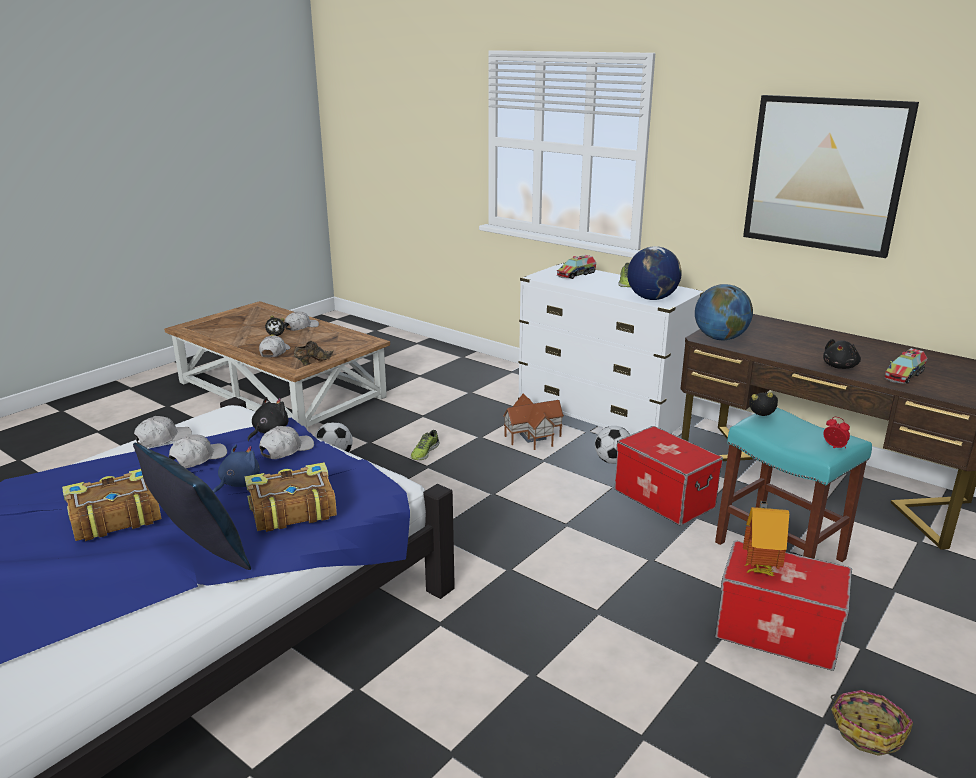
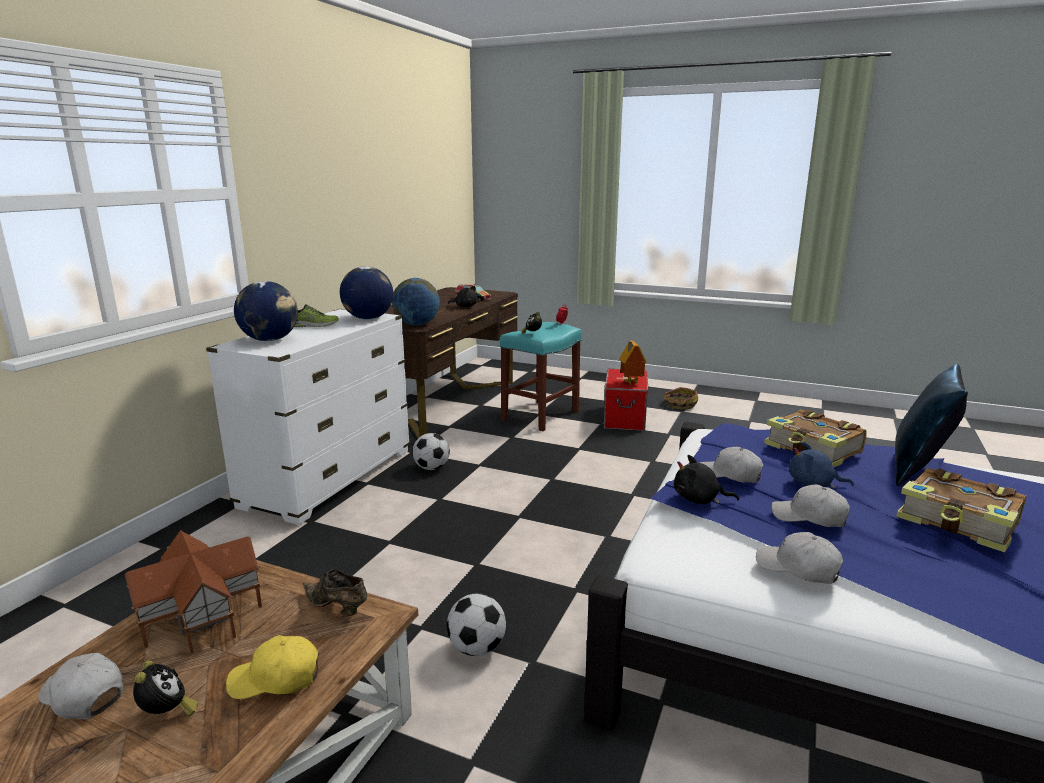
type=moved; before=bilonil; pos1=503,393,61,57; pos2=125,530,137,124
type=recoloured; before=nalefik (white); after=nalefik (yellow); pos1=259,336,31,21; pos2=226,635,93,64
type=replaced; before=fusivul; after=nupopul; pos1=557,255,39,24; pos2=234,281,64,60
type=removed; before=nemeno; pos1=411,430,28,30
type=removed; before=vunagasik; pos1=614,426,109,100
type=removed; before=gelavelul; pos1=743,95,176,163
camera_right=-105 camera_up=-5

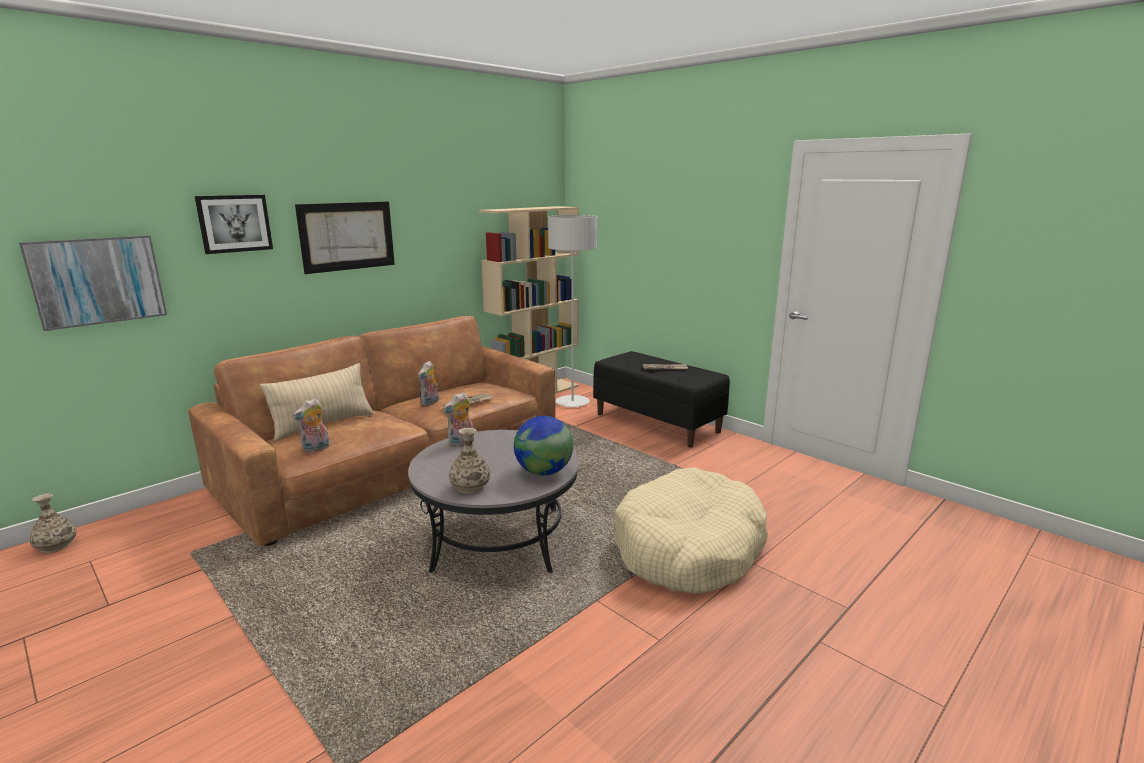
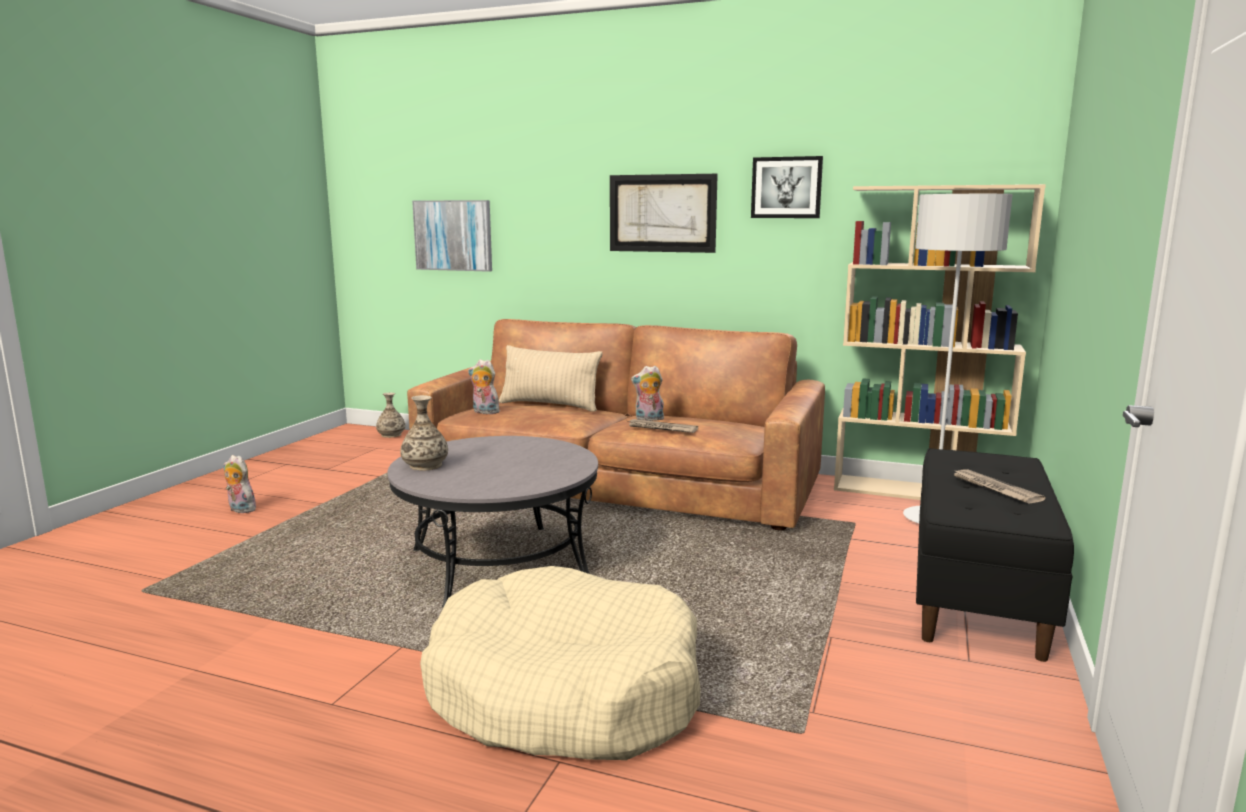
type=moved; before=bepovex; pos1=442,392,32,55; pos2=224,455,32,58
type=moved; before=gelavelul; pos1=195,195,78,59; pos2=751,156,72,62
type=removed; before=nupopul; pos1=514,416,59,60
camera_right=65 camera_up=-5

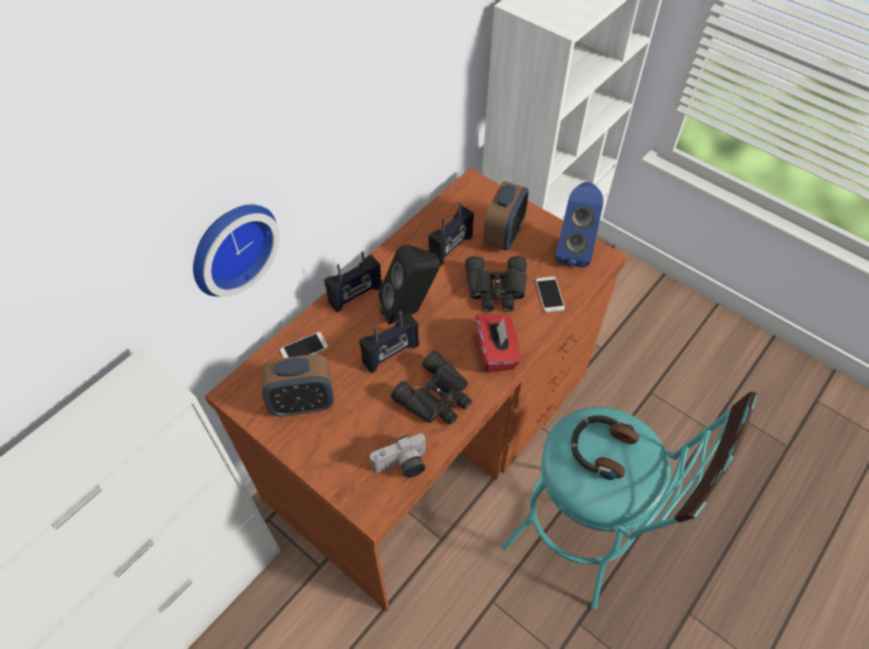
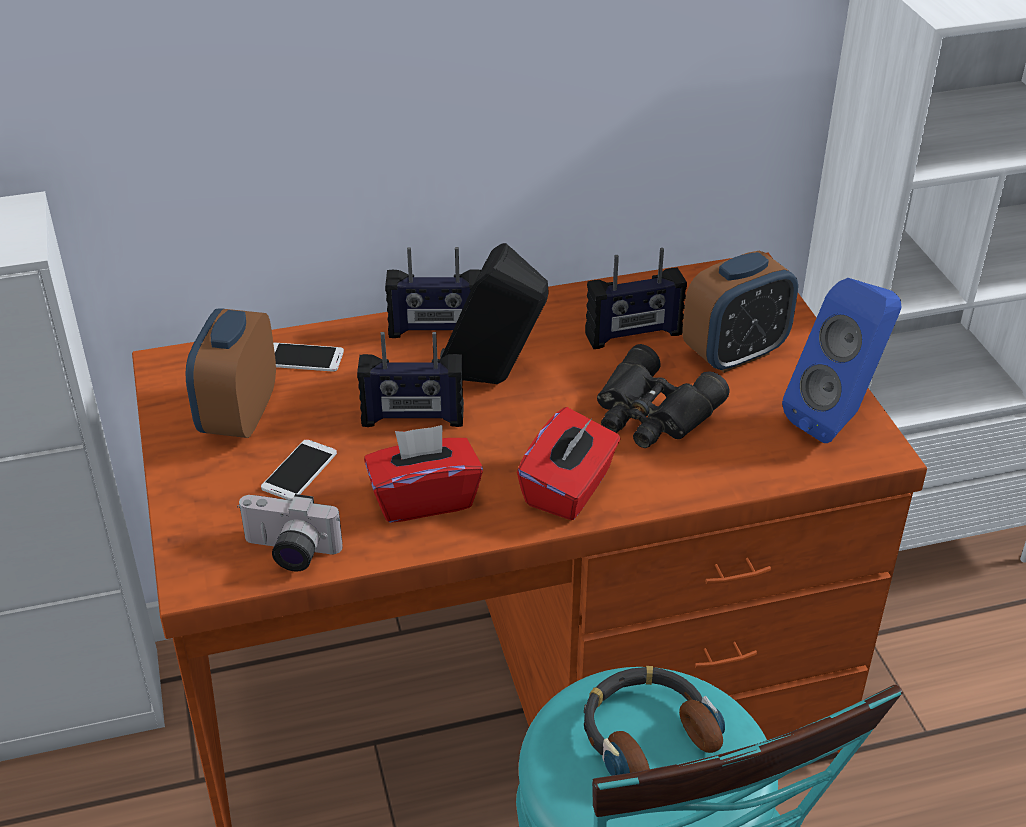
type=turned; before=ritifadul; pos1=261,354,73,62; pos2=185,308,91,130; turn=75
type=moved; before=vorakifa; pos1=536,276,29,36; pos2=261,439,76,61
type=replaced; before=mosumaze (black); after=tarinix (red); pos1=391,351,81,74; pos2=364,425,119,98
type=removed; before=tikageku; pos1=193,204,87,93
camera_right=35 camera_up=-15

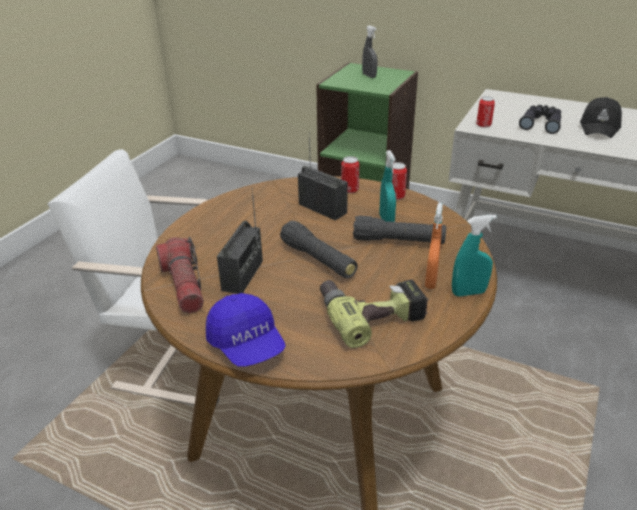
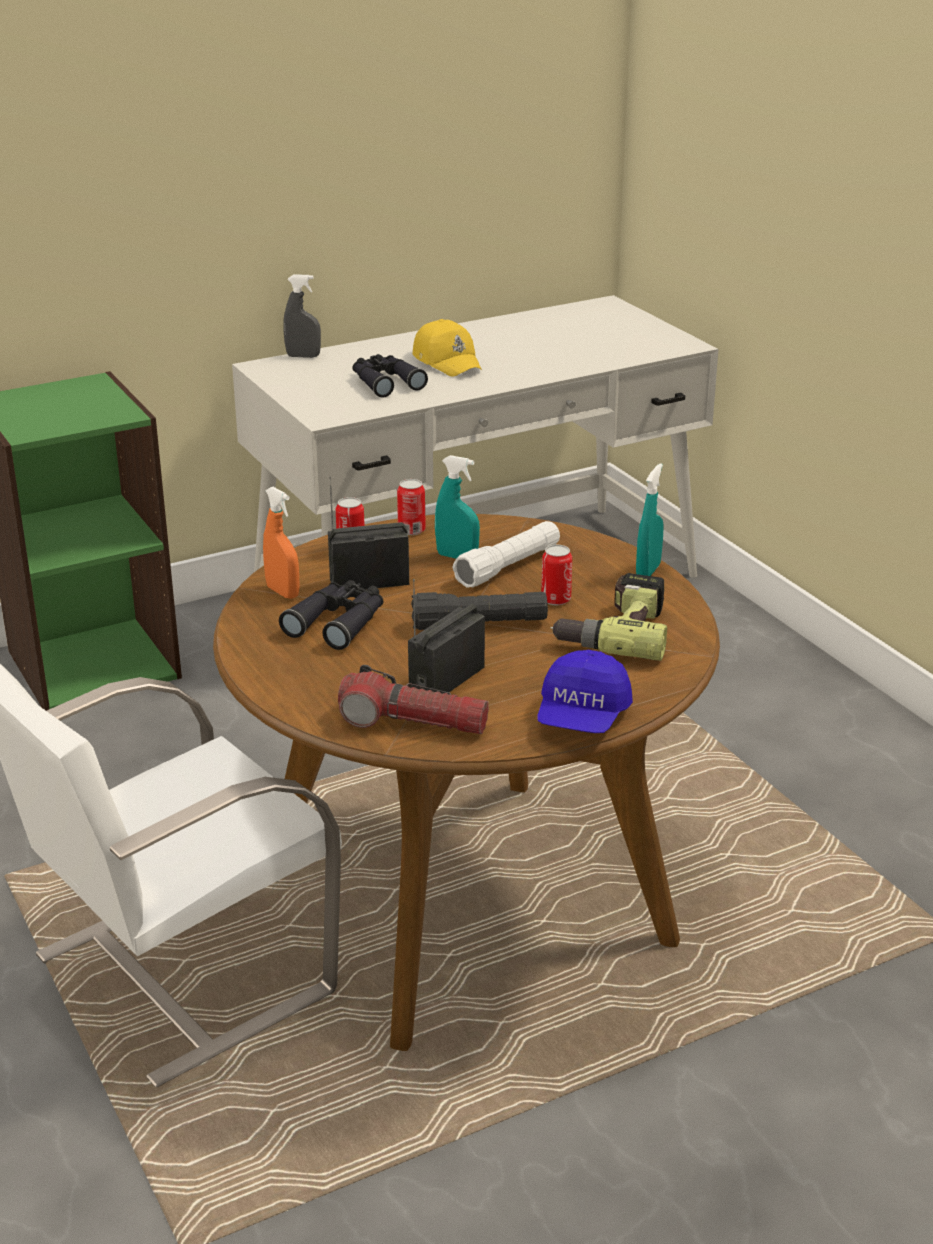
type=moved; before=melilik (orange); pos1=425,203,18,86; pos2=263,487,37,112
type=added; after=mosumaze (black); pos2=279,580,104,70
type=moved; before=melilik (grey); pos1=362,25,16,53; pos2=283,275,38,83
type=turned; before=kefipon; pos1=217,188,46,106; pos2=408,579,77,113; turn=-105
type=recoloured; before=nalefik (black); after=nalefik (yellow); pos1=580,97,42,41; pos2=412,319,70,58
type=recoloured; before=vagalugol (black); after=vagalugol (white); pos1=353,215,93,29; pos2=452,521,108,67
type=turned; before=nalefik (blue); pos1=206,293,80,74; pos2=537,650,96,83; turn=105
type=moved; before=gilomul; pos1=476,96,19,32; pos2=541,545,31,61
camera_right=-55 camera_up=-5

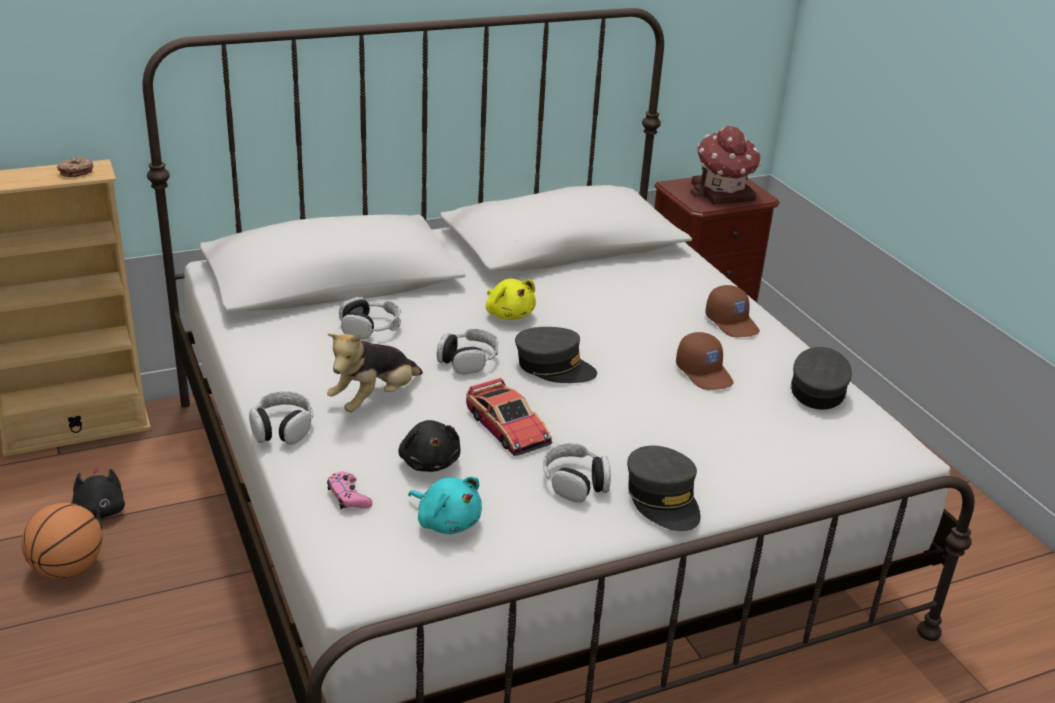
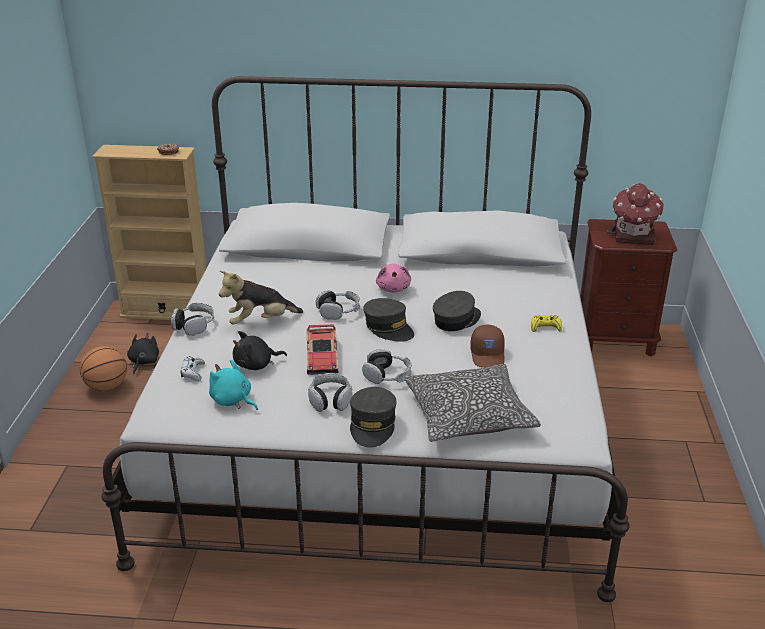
type=recoloured; before=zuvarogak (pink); after=zuvarogak (white); pos1=327,472,45,37; pos2=180,356,25,25
type=turned; before=bepovex (turquoise); pos1=408,477,74,57; pos2=209,360,49,50; turn=150
type=turned; before=bepovex (black); pos1=398,420,62,52; pos2=233,331,54,39; turn=60
type=moved; before=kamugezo; pos1=339,297,62,42; pos2=362,349,50,35
type=recoloured; before=bepovex (yellow); after=bepovex (pink); pos1=486,279,50,41; pos2=376,264,35,29
type=added; after=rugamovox; pos2=405,364,136,78
type=moved; before=nalefik (grey); pos1=790,347,62,63; pos2=433,291,48,40
type=replaced; before=nalefik (brown); after=zuvarogak (yellow); pos1=705,285,55,52; pos2=531,315,31,17
camera_right=30 camera_up=0

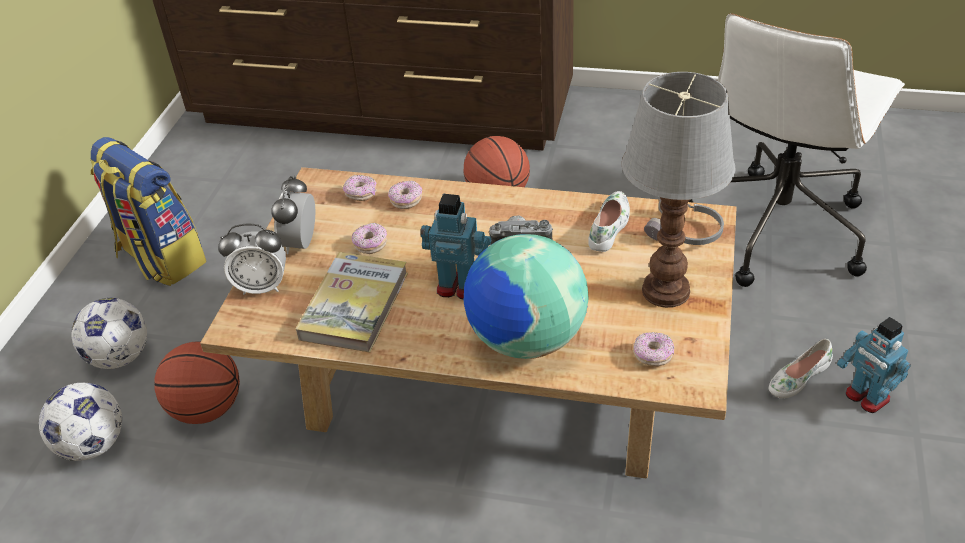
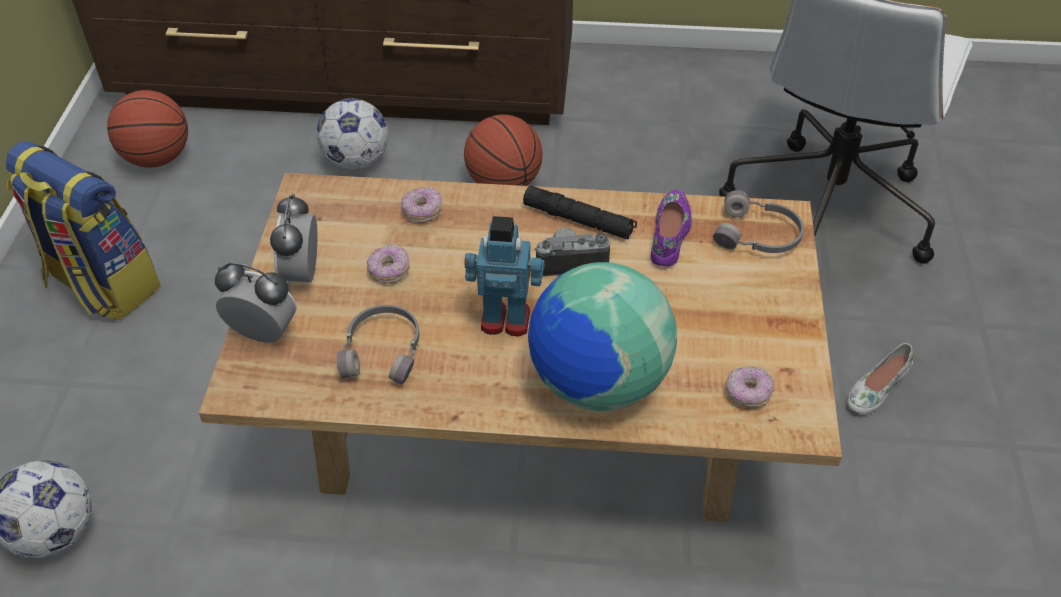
type=moved; before=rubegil; pos1=154,341,86,83; pos2=107,90,81,77
type=turned; before=ritifadul; pos1=218,224,68,71; pos2=215,263,82,79; turn=-150
type=moved; before=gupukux; pos1=71,298,76,71; pos2=317,98,71,72
type=replaced; before=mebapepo; after=kamugezo (grey); pos1=296,252,112,100; pos2=337,305,82,80
type=added; after=vagalugol (black); pos2=523,186,114,54
type=recoloured; before=nemeno (white); after=nemeno (purple); pos1=588,191,42,61; pos2=651,190,41,76
type=removed; before=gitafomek; pos1=343,175,34,26
type=removed; before=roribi; pos1=622,72,113,236
type=removed; before=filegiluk; pos1=837,317,74,96
camera_right=-10 camera_up=5

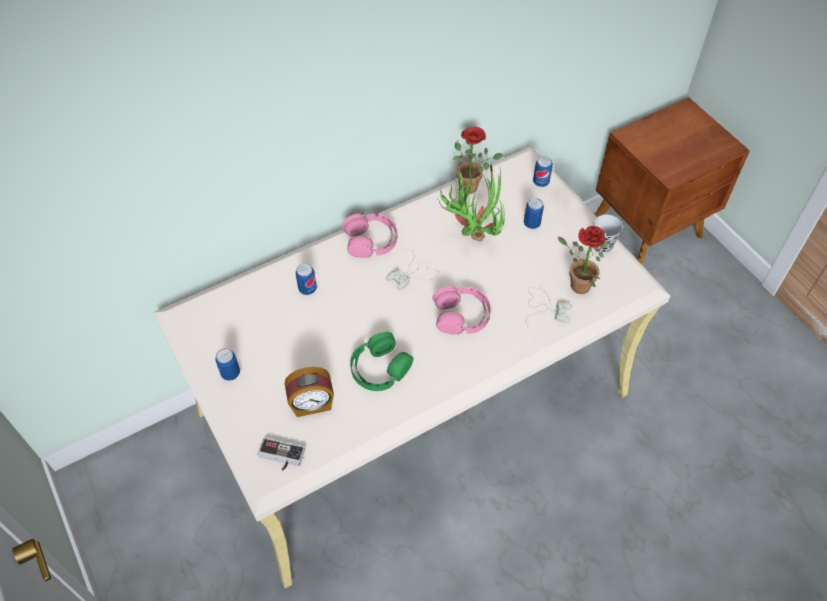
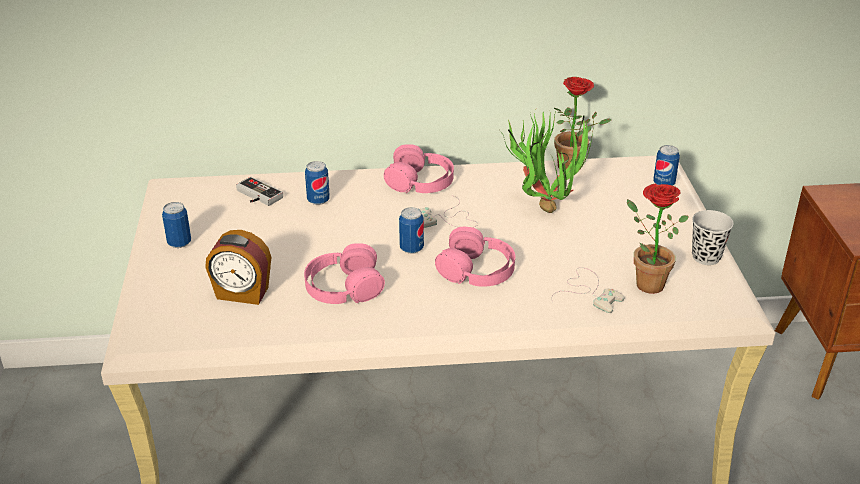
type=moved; before=zuvarogak; pos1=258,438,47,33; pos2=236,177,47,29
type=recoloured; before=kamugezo (green); after=kamugezo (pink); pos1=350,332,63,59; pos2=304,243,81,61
type=moved; before=gilomul; pos1=524,198,20,31; pos2=399,207,25,47
camera_right=25 camera_up=-20

